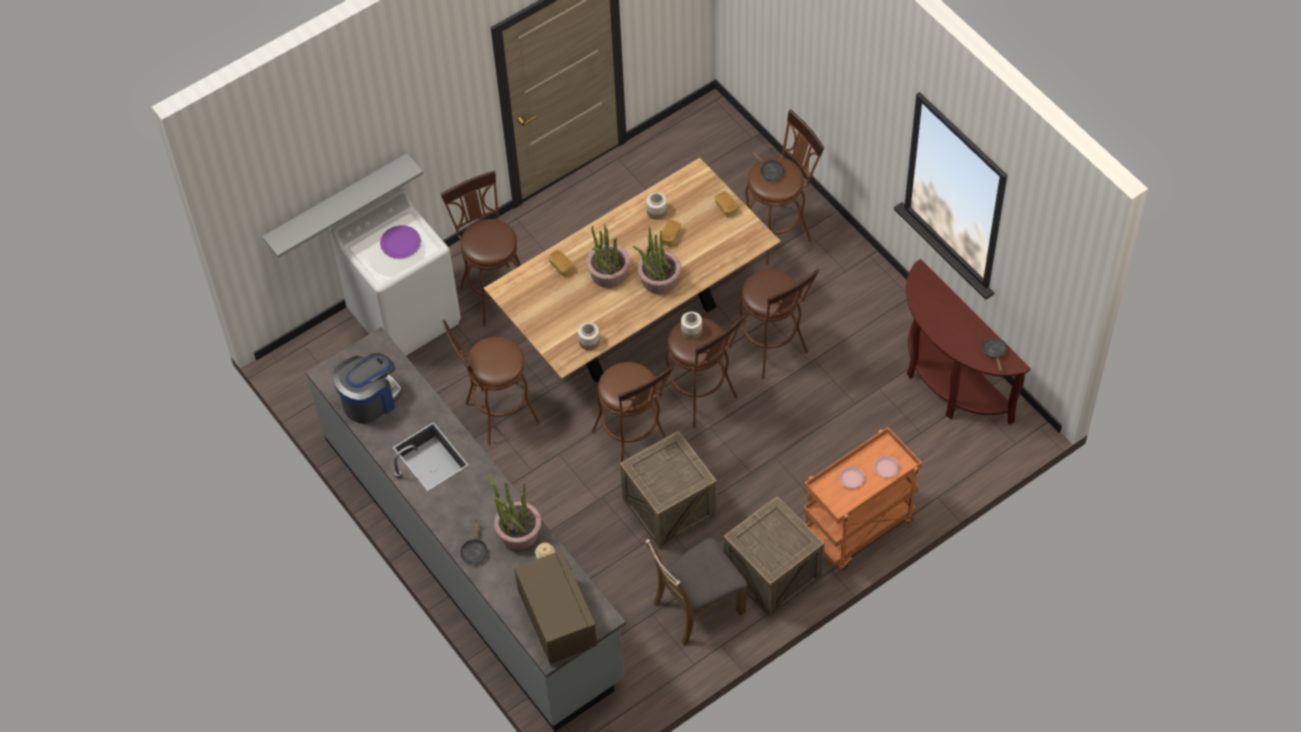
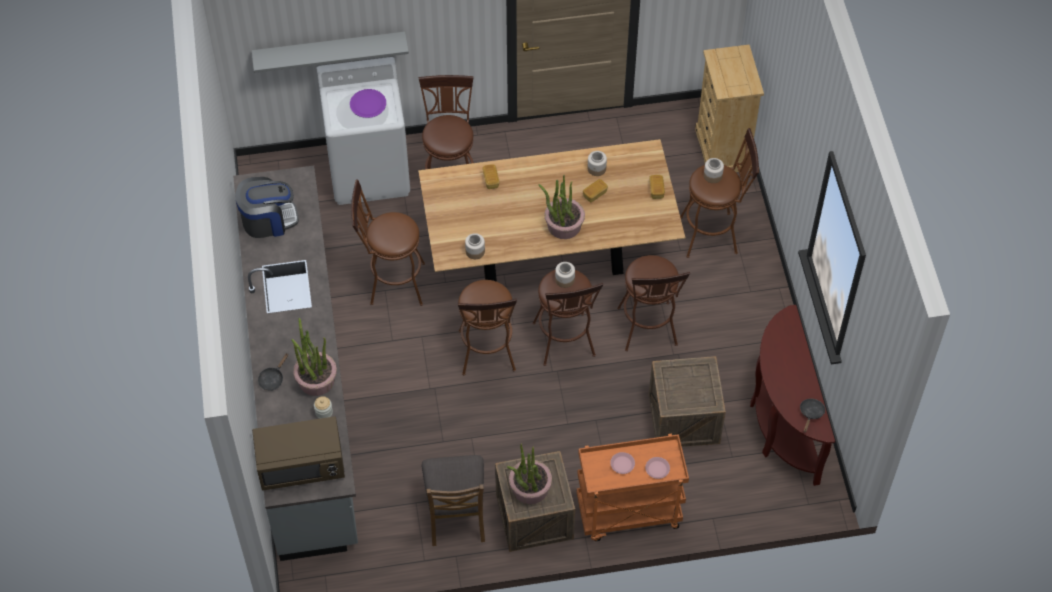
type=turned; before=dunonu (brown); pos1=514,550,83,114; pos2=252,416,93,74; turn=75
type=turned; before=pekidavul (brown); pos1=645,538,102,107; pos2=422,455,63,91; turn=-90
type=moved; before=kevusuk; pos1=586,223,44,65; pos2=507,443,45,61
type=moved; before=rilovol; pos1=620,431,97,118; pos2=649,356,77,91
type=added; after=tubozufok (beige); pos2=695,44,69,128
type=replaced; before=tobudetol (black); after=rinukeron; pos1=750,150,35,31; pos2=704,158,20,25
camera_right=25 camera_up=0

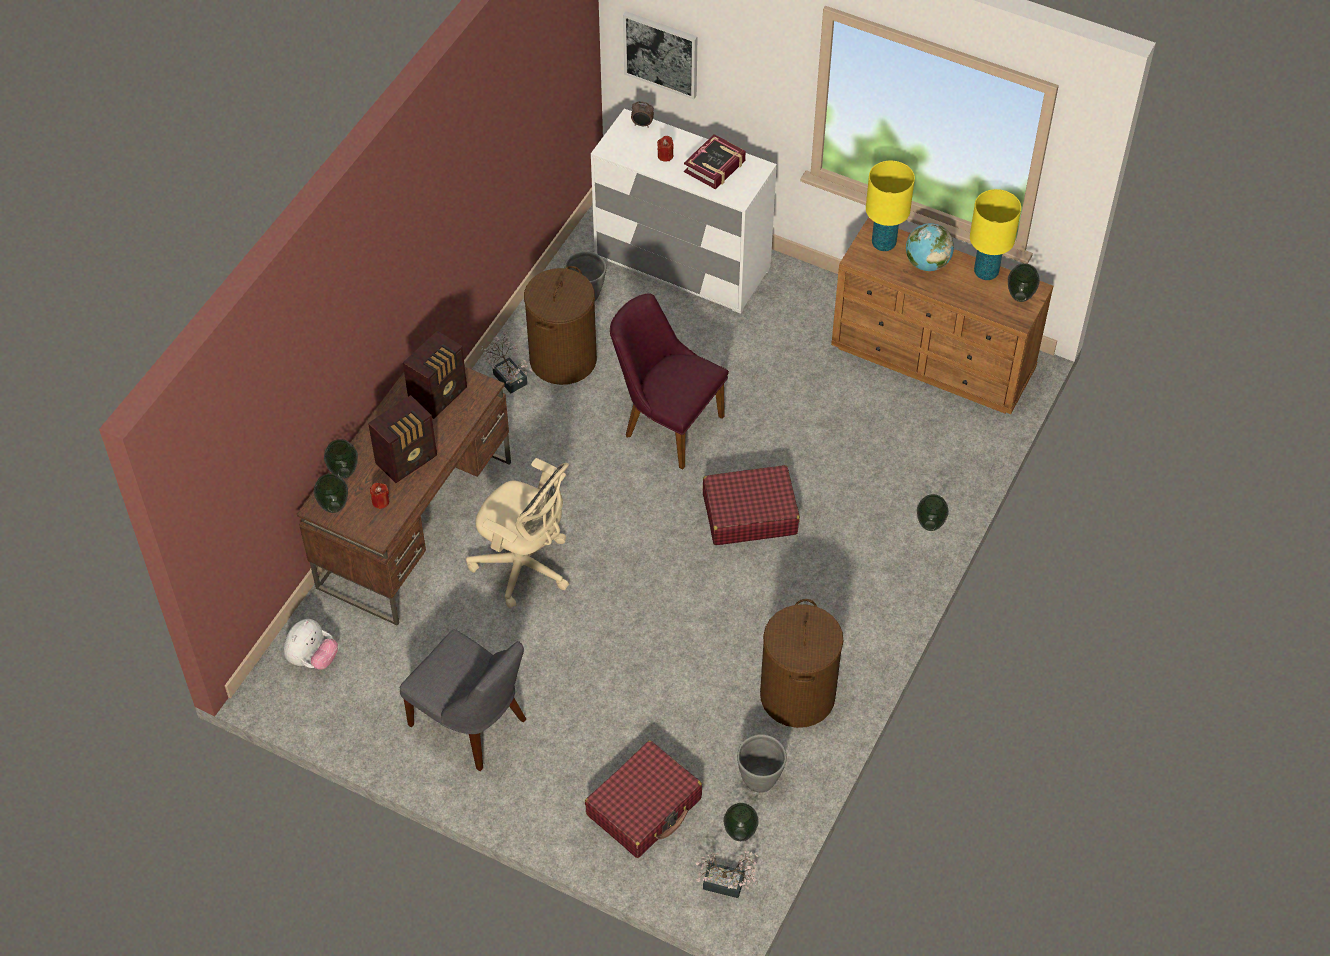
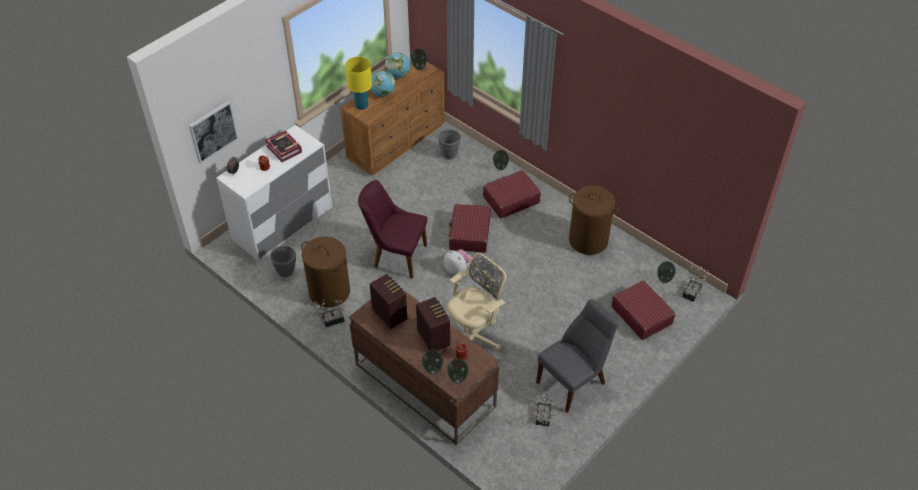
type=turned; before=pekidavul (purple); pos1=610,293,119,176; pos2=358,180,70,99; turn=60
type=replaced; before=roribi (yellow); after=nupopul; pos1=970,189,51,91; pos2=385,52,26,26
type=moved; before=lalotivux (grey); pos1=737,734,50,58; pos2=438,129,23,30
type=moved; before=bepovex; pos1=283,619,55,51; pos2=444,249,28,26
type=added; after=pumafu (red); pos2=483,170,58,48
type=added; after=kevusuk; pos2=533,393,24,33
camera_right=-75 camera_up=-5

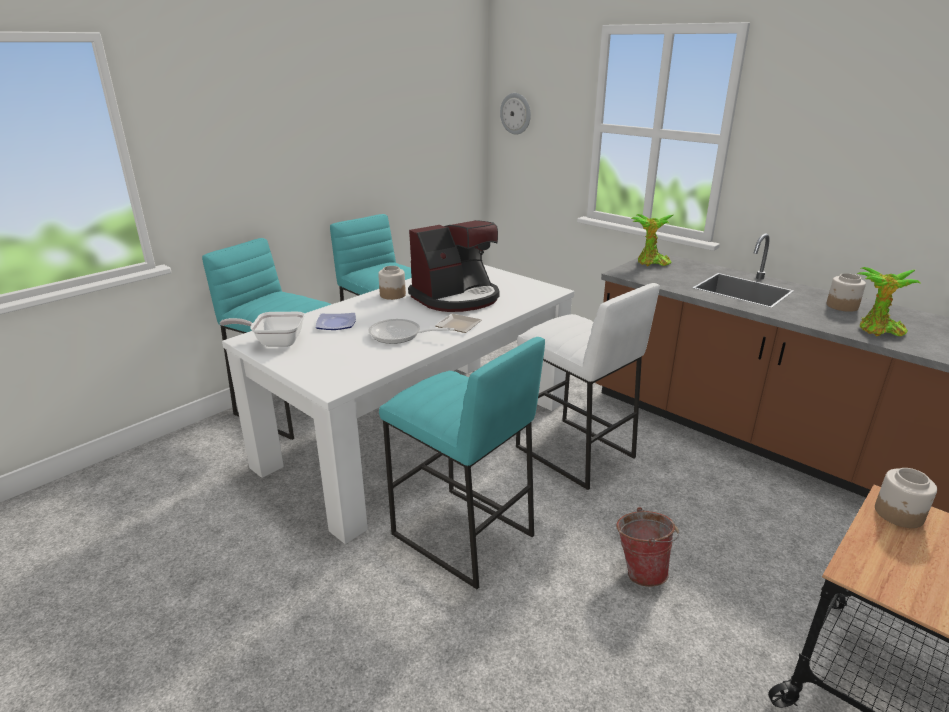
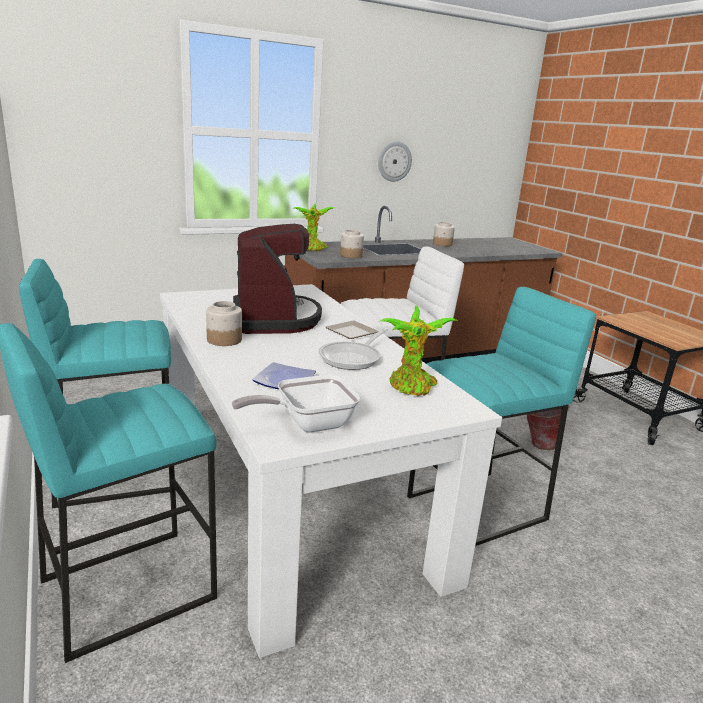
type=turned; before=tobudetol; pos1=220,312,85,35; pos2=232,375,128,57; turn=45
type=moved; before=rinukeron; pos1=875,468,62,60; pos2=340,230,24,28
type=moved; before=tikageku; pos1=500,93,31,42; pos2=378,141,34,41
type=moved; before=kevusuk; pos1=857,267,64,69; pos2=380,305,78,91
camera_right=-70 camera_up=-5

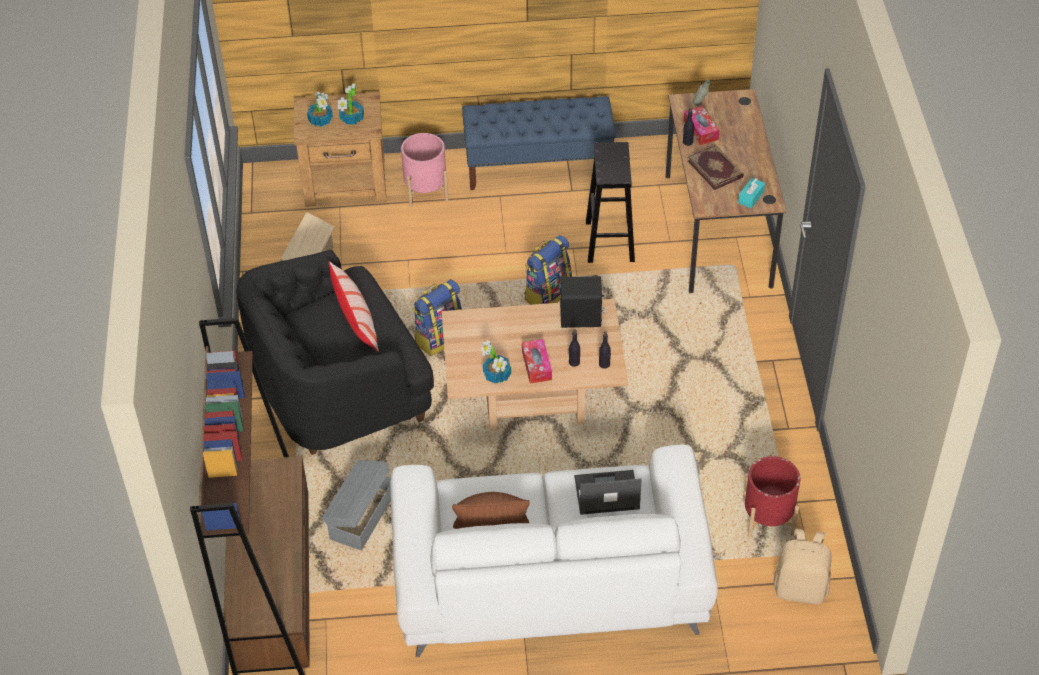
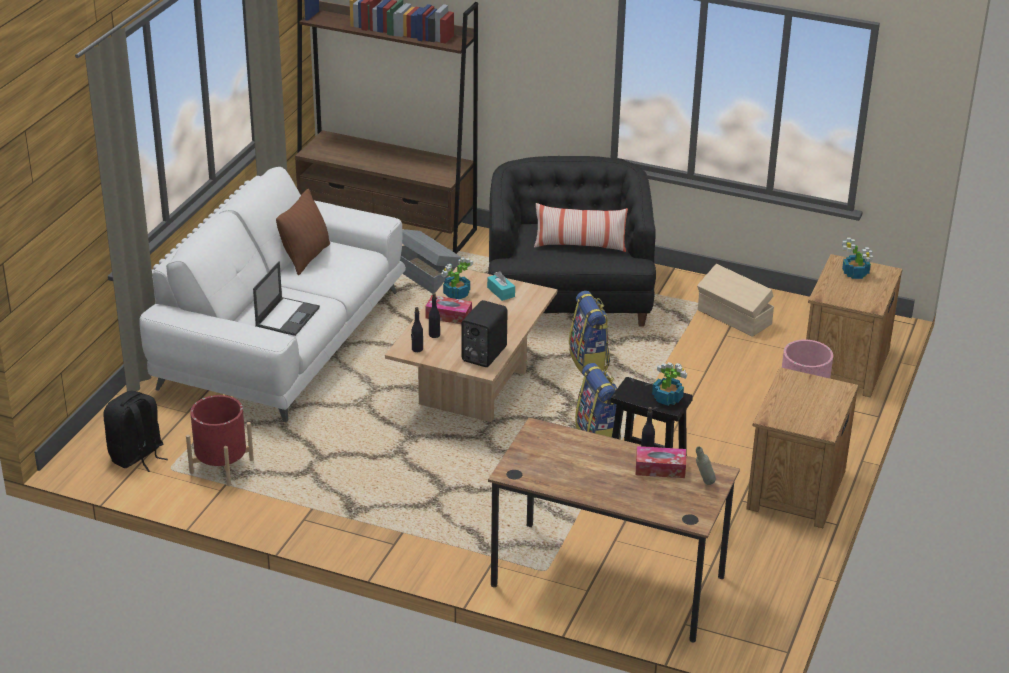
type=recoloured; before=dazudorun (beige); after=dazudorun (black); pos1=774,529,58,76; pos2=103,391,65,81
type=moved; before=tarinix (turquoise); pos1=738,178,27,30; pos2=487,271,28,30
type=moved; before=kevusuk; pos1=338,84,26,41; pos2=652,362,35,44
type=replaced; before=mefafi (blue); after=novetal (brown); pos1=462,96,154,94; pos2=746,367,112,161
type=removed; before=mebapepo; pos1=688,145,56,45
camera_right=115 camera_up=-15

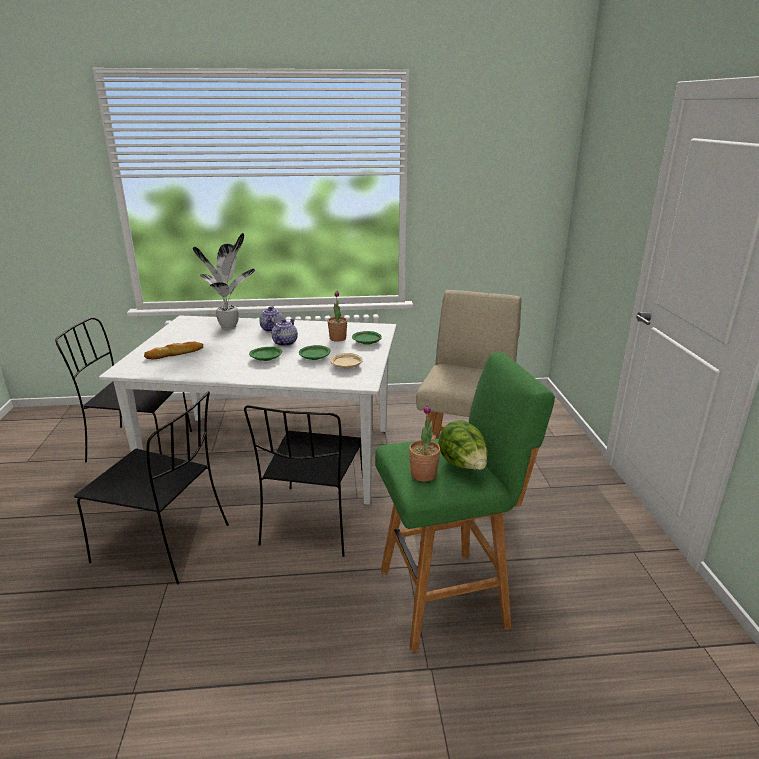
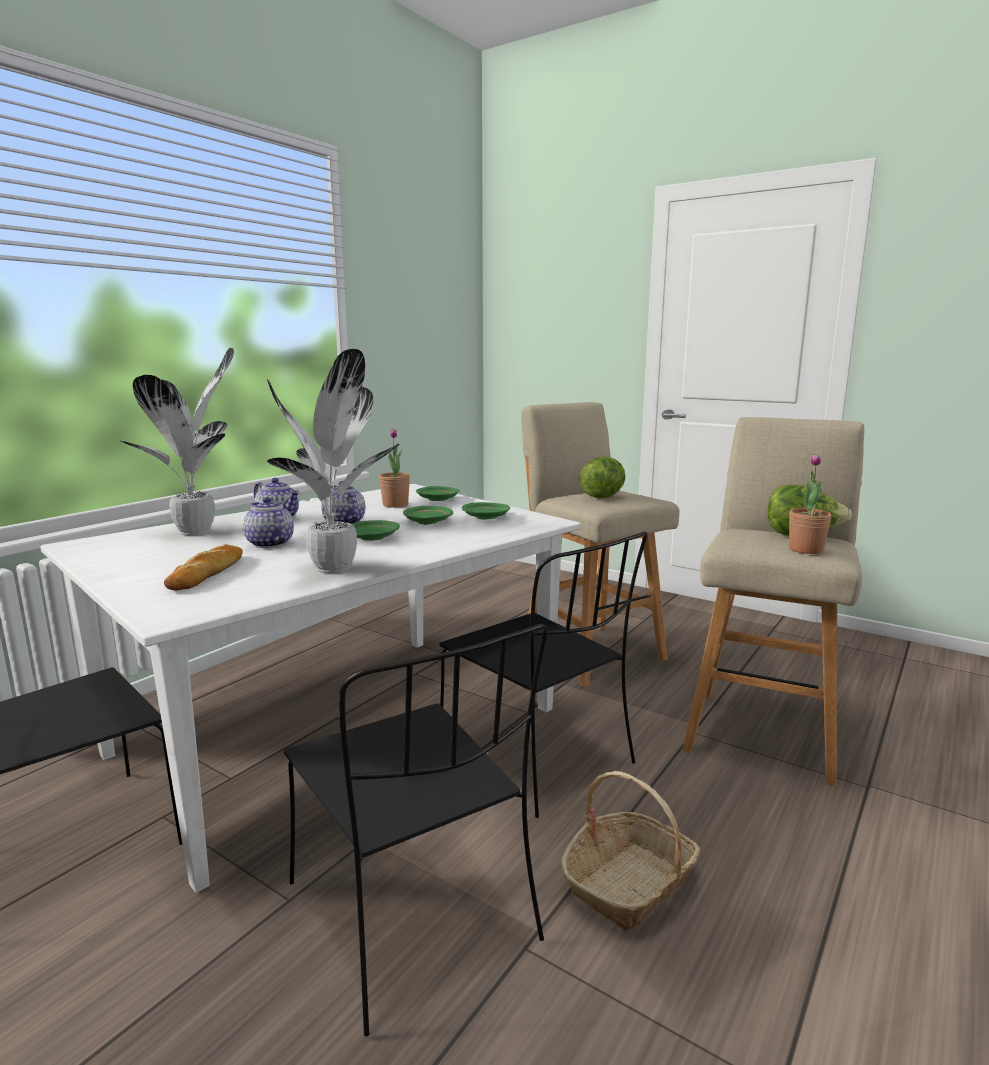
type=added; after=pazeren; pos2=243,497,51,51
type=added; after=kevusuk; pos2=267,349,133,224
type=turned; before=pekidavul (black); pos1=74,391,155,193; pos2=284,624,264,412; turn=90
type=recoloured; before=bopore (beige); after=bopore (green); pos1=330,353,33,15; pos2=462,502,48,17
type=added; after=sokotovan; pos2=561,771,139,160
type=added; after=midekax; pos2=580,457,45,41
type=recoloured; before=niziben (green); after=niziben (beige); pos1=375,351,180,301; pos2=682,417,182,369
camera_right=-50 camera_up=-10

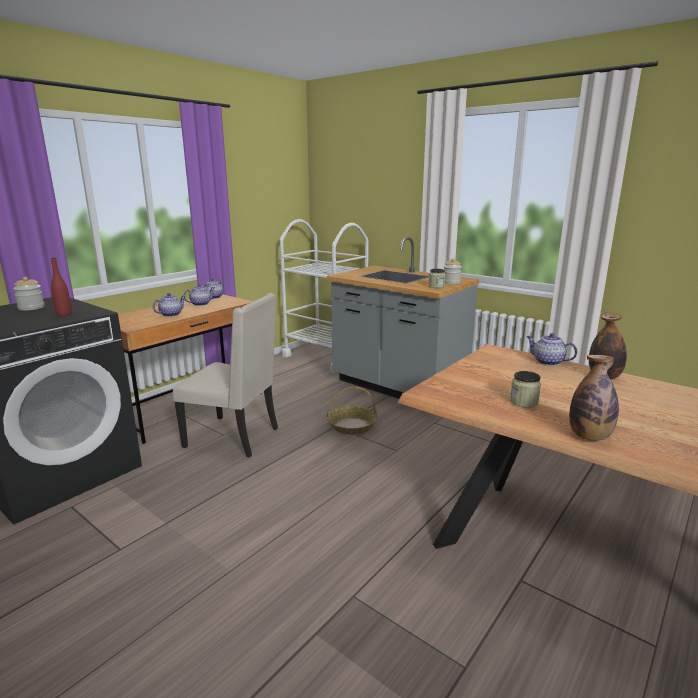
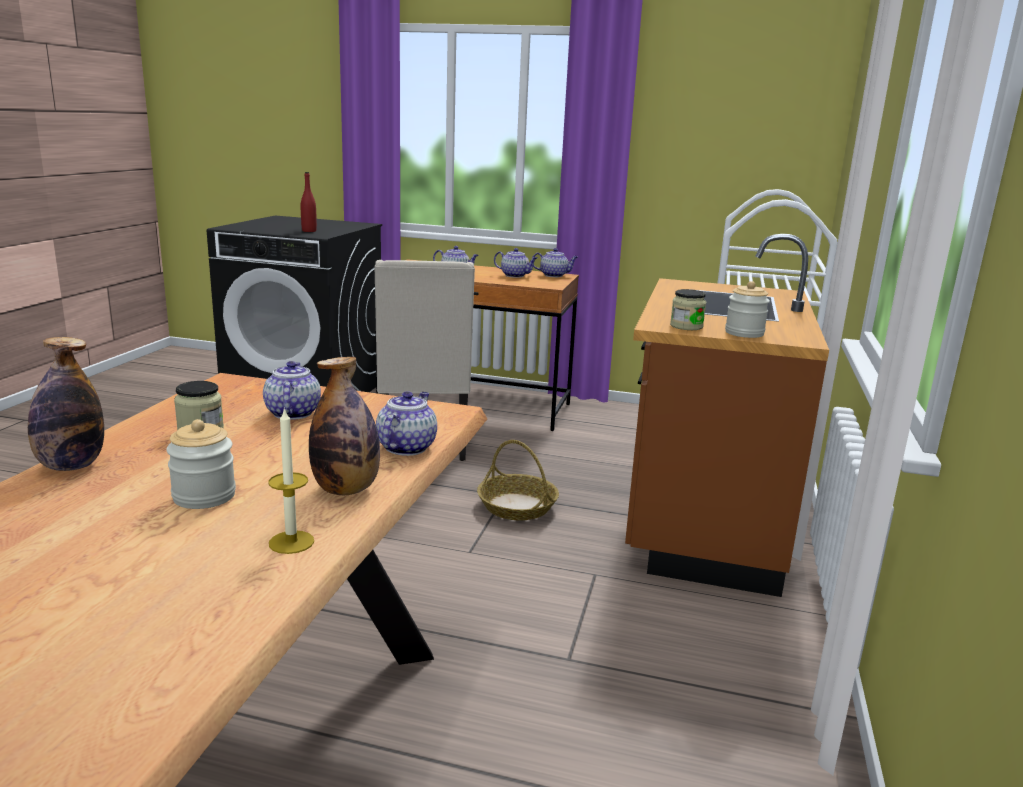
type=moved; before=rinukeron; pos1=13,277,31,34; pos2=166,419,70,90
type=added; after=pazeren; pos2=263,361,58,59
type=added; after=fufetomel; pos2=268,407,46,147
type=recoloured; before=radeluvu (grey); after=radeluvu (brown); pos1=327,237,152,162; pos2=625,234,204,363
camera_right=65 camera_up=0

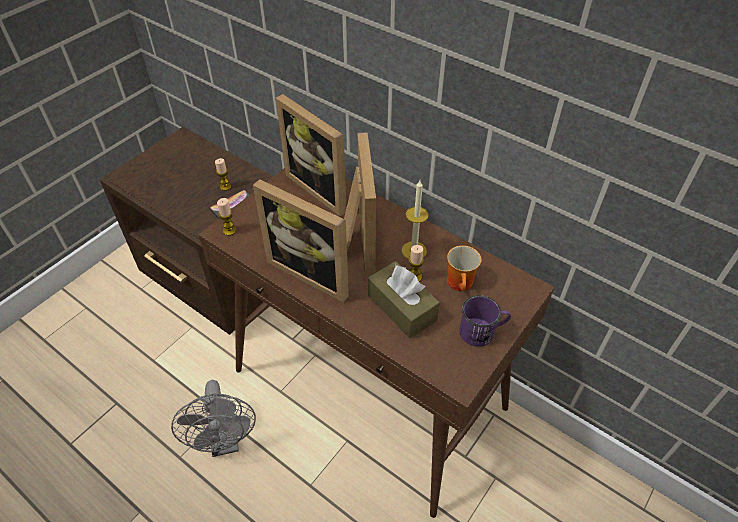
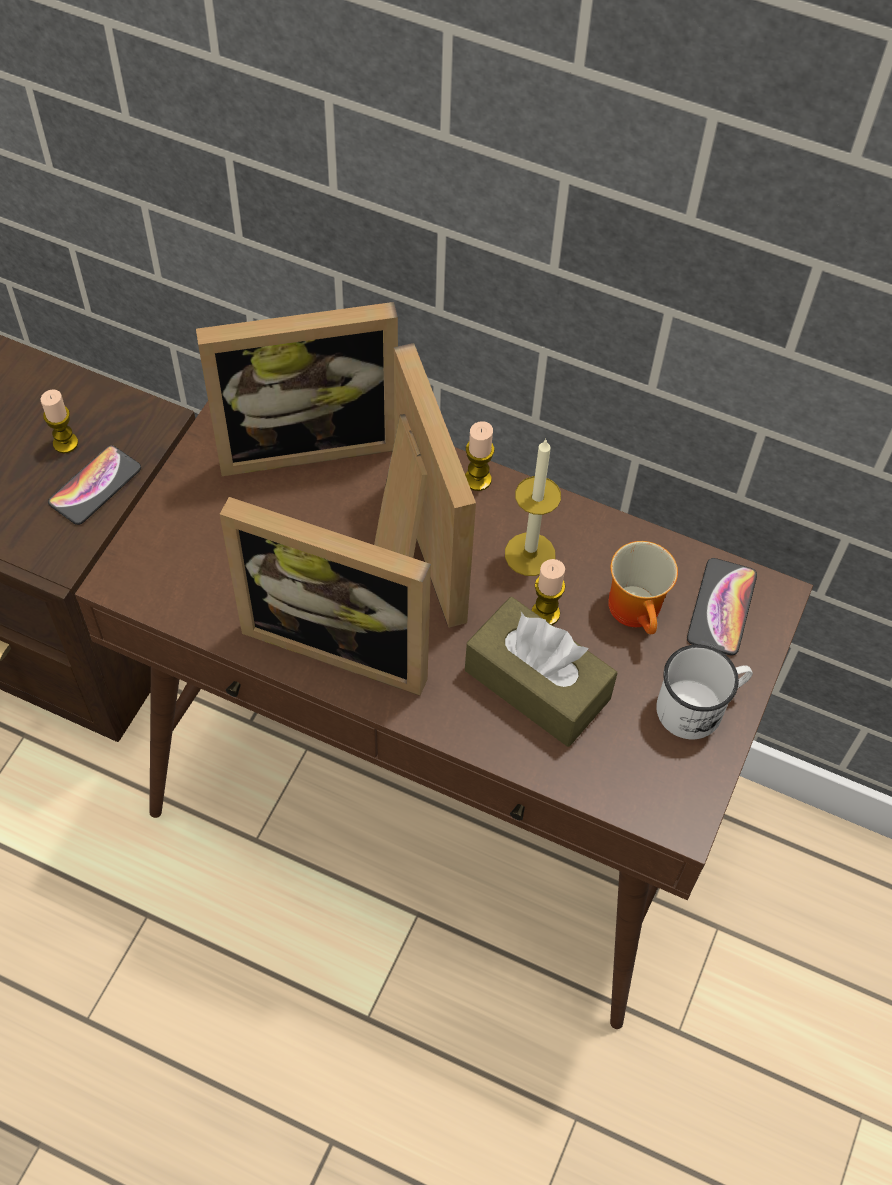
type=turned; before=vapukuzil; pos1=276,94,70,123; pos2=196,302,202,174; turn=-45
type=moved; before=fufetomel; pos1=217,198,20,38; pos2=465,421,30,70
type=recoloured; before=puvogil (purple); after=puvogil (white); pos1=459,295,52,52; pos2=656,644,97,95
type=added; after=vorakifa; pos2=687,558,70,98
type=removed; before=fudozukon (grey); pos1=171,380,85,77
camera_right=-15 camera_up=10

